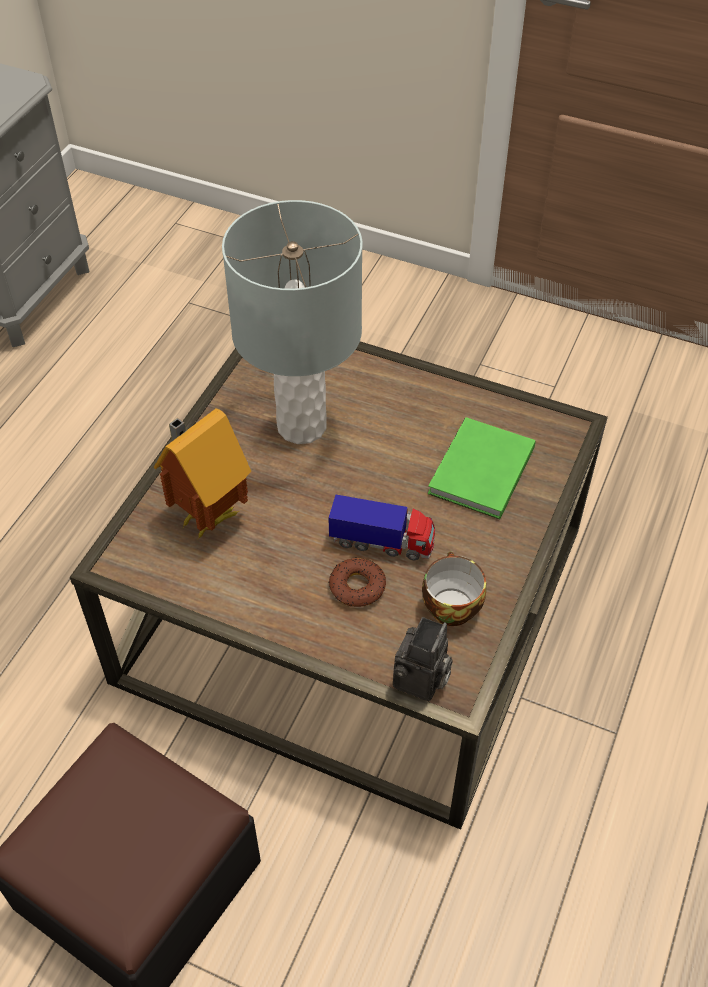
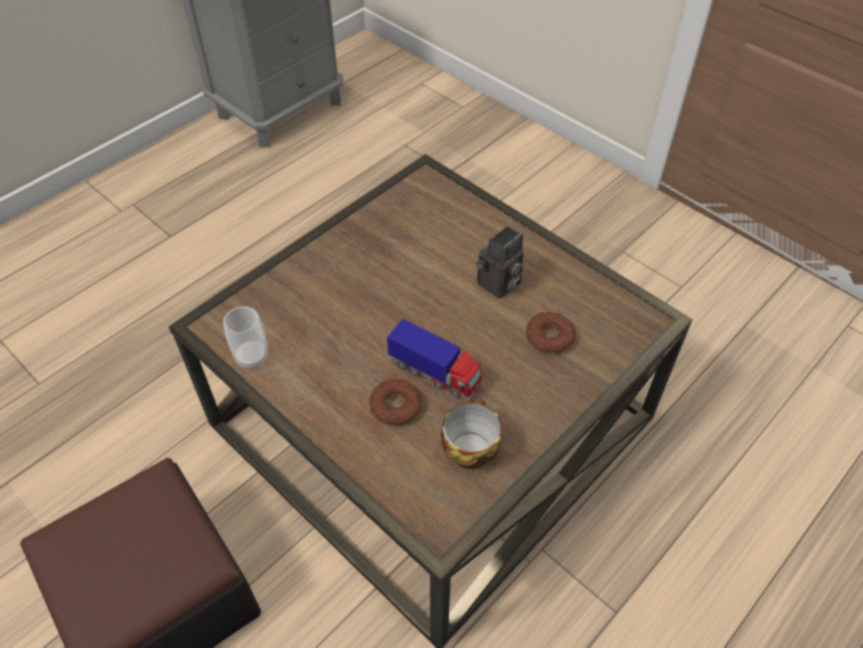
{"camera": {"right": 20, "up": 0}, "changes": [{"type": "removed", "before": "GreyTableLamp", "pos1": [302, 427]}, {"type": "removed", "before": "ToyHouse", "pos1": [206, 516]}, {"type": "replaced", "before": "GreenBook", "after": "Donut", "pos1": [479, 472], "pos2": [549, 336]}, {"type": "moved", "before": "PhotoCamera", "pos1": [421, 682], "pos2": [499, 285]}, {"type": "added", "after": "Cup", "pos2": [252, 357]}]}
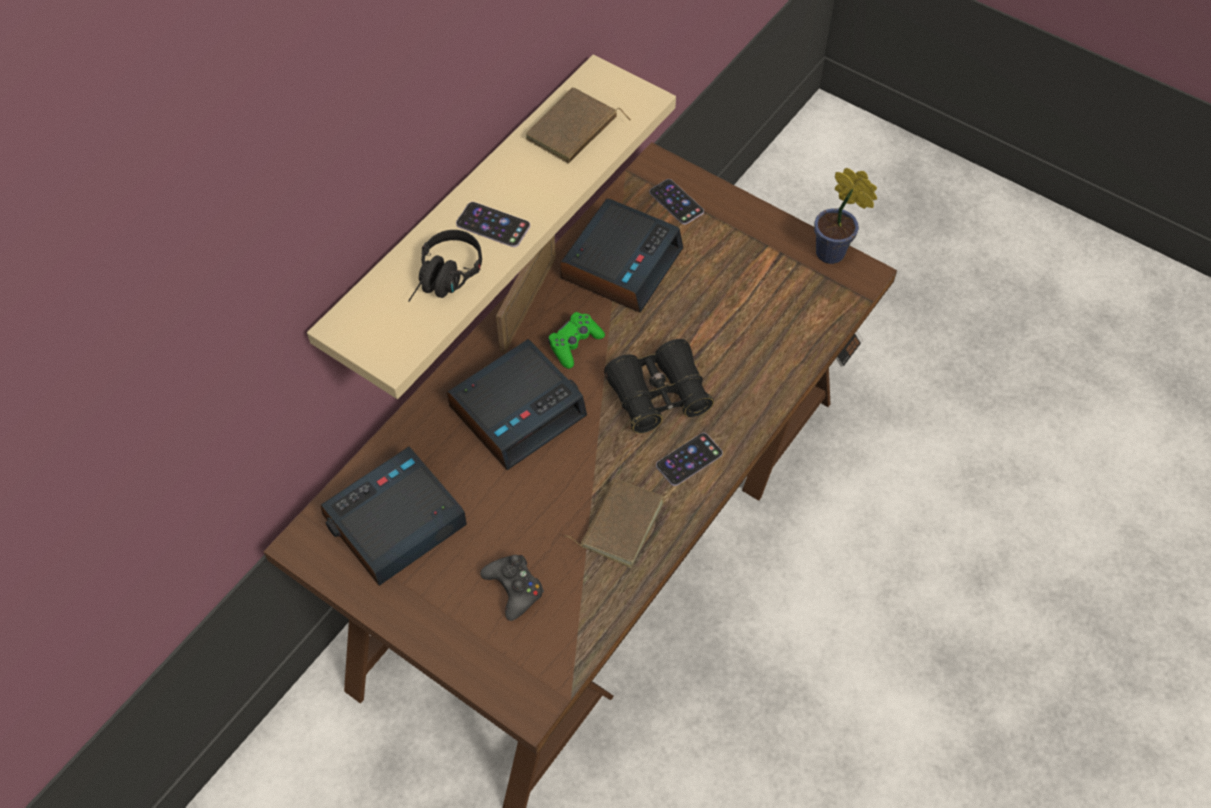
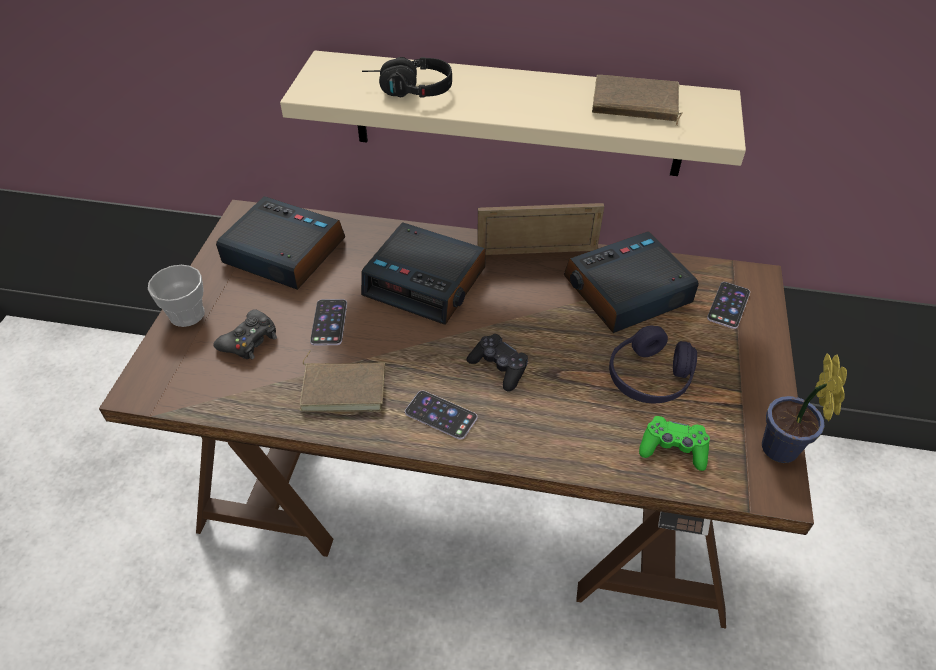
{"camera": {"right": 65, "up": -10}, "changes": [{"type": "turned", "before": "AlarmClock", "pos1": [621, 263], "pos2": [626, 292], "turn": 150}, {"type": "moved", "before": "Phone", "pos1": [493, 225], "pos2": [329, 322]}, {"type": "moved", "before": "GreenGameController", "pos1": [574, 344], "pos2": [673, 449]}, {"type": "replaced", "before": "BlackBinoculars", "after": "BlackGameController", "pos1": [658, 395], "pos2": [499, 367]}, {"type": "added", "after": "Cup", "pos2": [187, 314]}, {"type": "added", "after": "PurpleHeadphones", "pos2": [649, 377]}]}
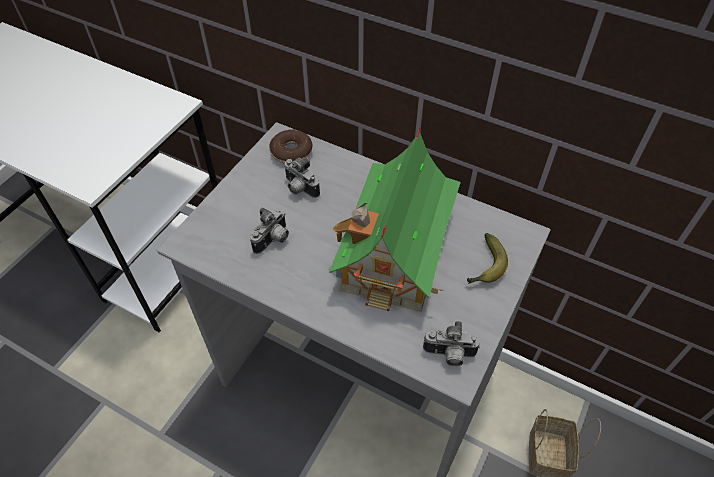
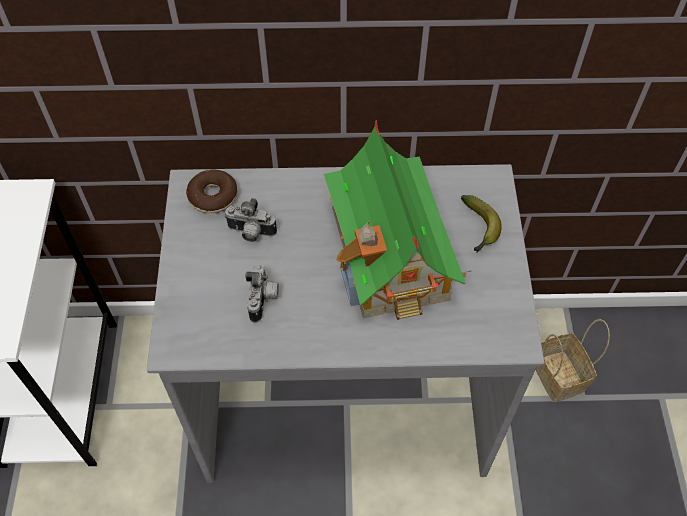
{"camera": {"right": -30, "up": 5}, "changes": [{"type": "removed", "before": "PhotoCamera", "pos1": [449, 355]}]}
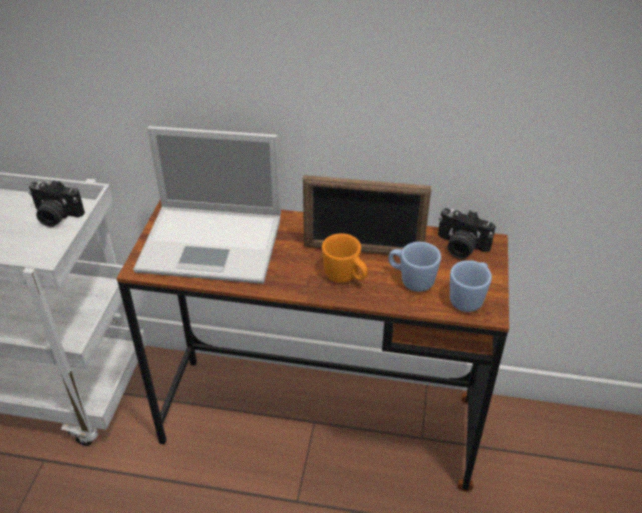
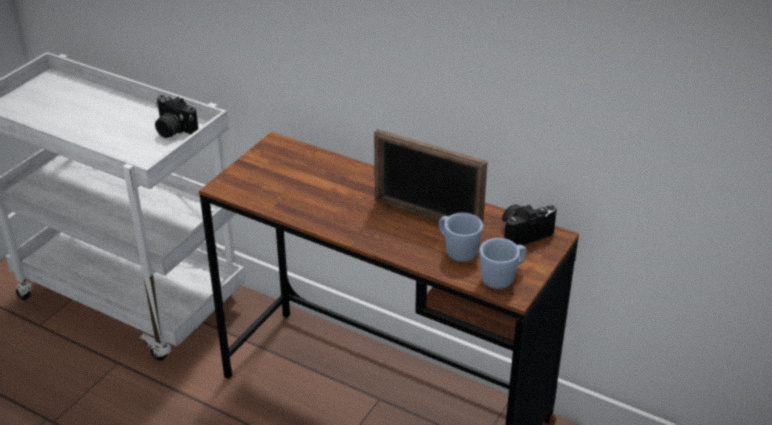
{"camera": {"right": 20, "up": -5}, "changes": [{"type": "removed", "before": "Laptop", "pos1": [214, 243]}, {"type": "turned", "before": "PhotoCamera", "pos1": [460, 247], "pos2": [523, 233], "turn": 105}, {"type": "removed", "before": "OrangeMug", "pos1": [345, 277]}]}
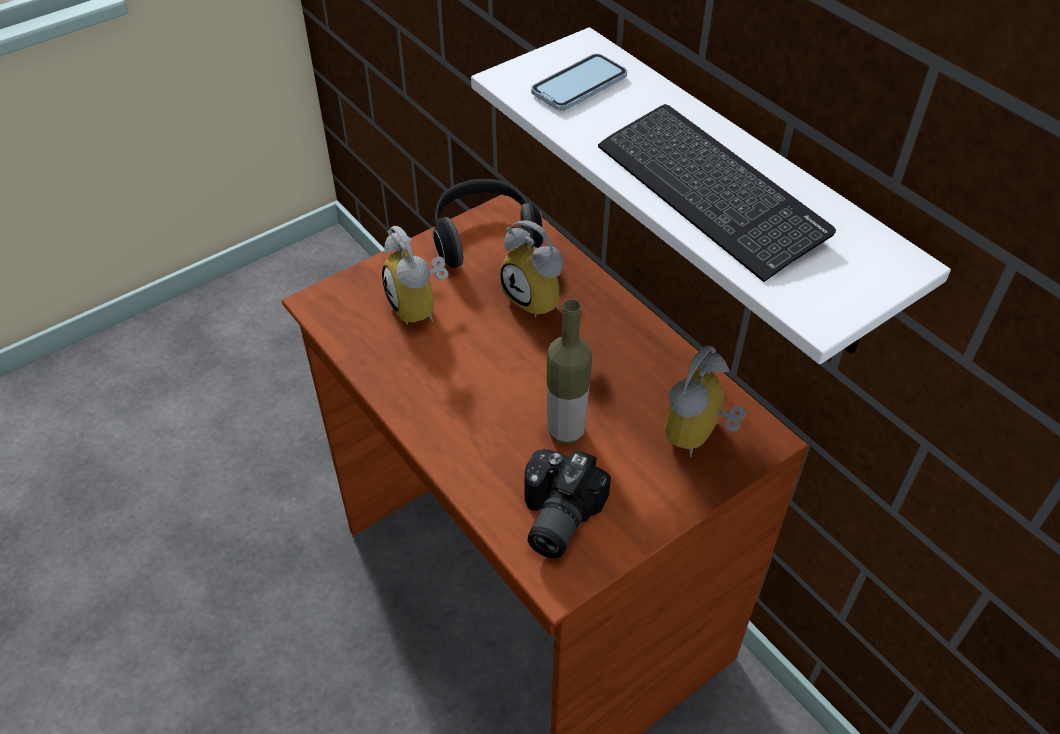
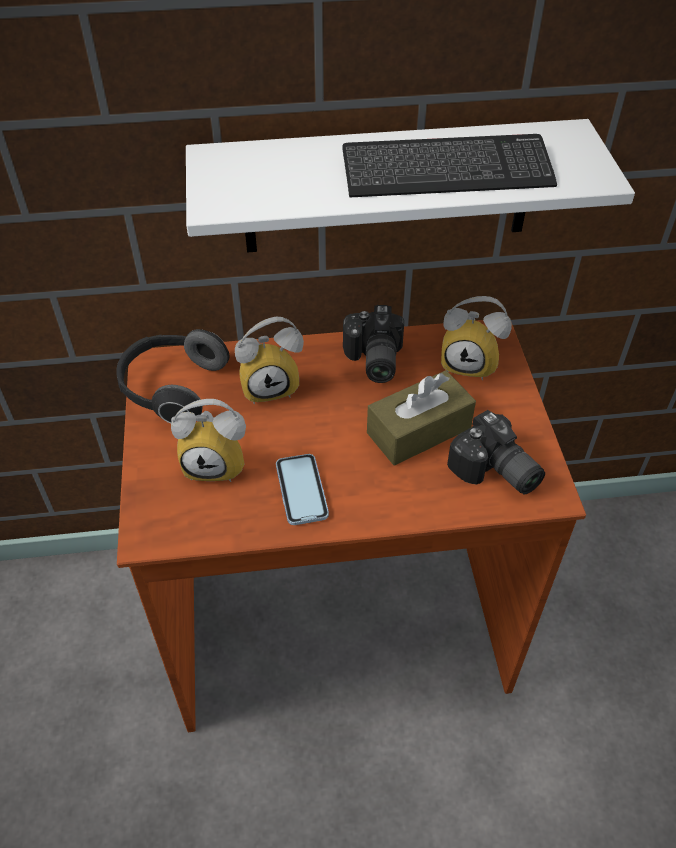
{"camera": {"right": -60, "up": 0}, "changes": [{"type": "moved", "before": "Phone", "pos1": [579, 85], "pos2": [301, 490]}, {"type": "replaced", "before": "Bottle", "after": "BrownTissueBox", "pos1": [566, 431], "pos2": [419, 430]}, {"type": "turned", "before": "AlarmClock", "pos1": [699, 437], "pos2": [471, 363], "turn": -45}, {"type": "added", "after": "PhotoCamera", "pos2": [372, 360]}]}
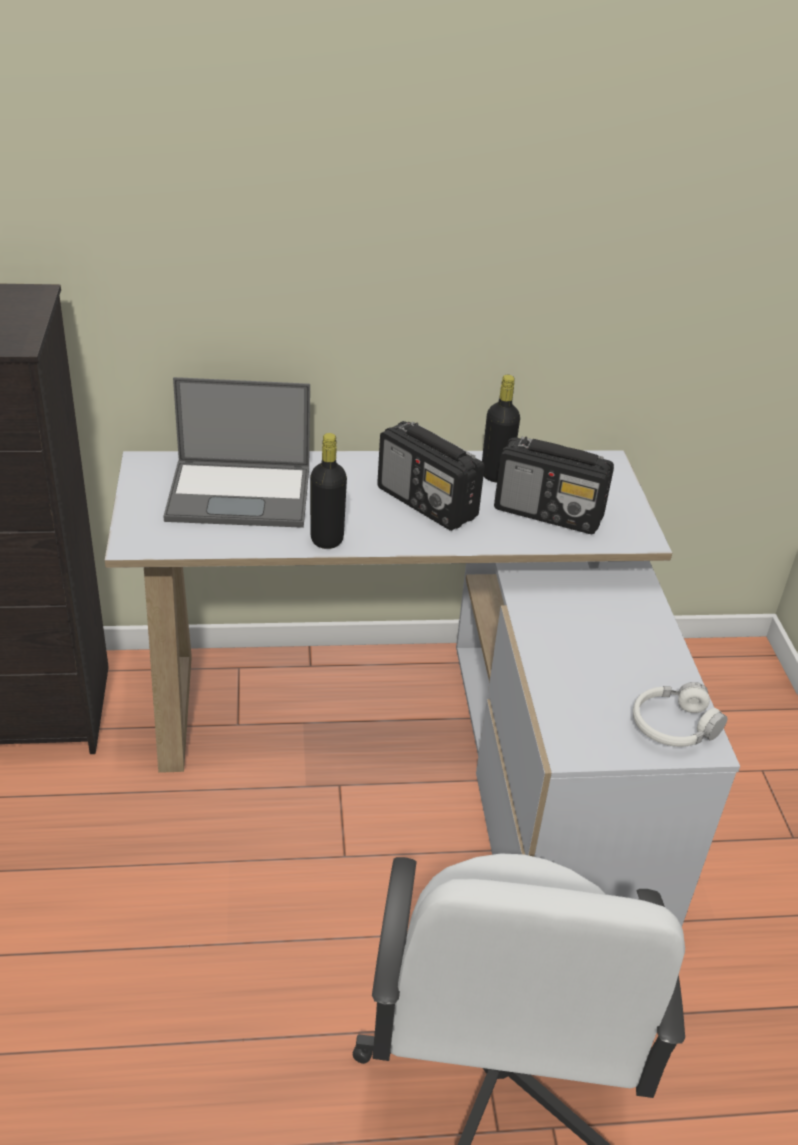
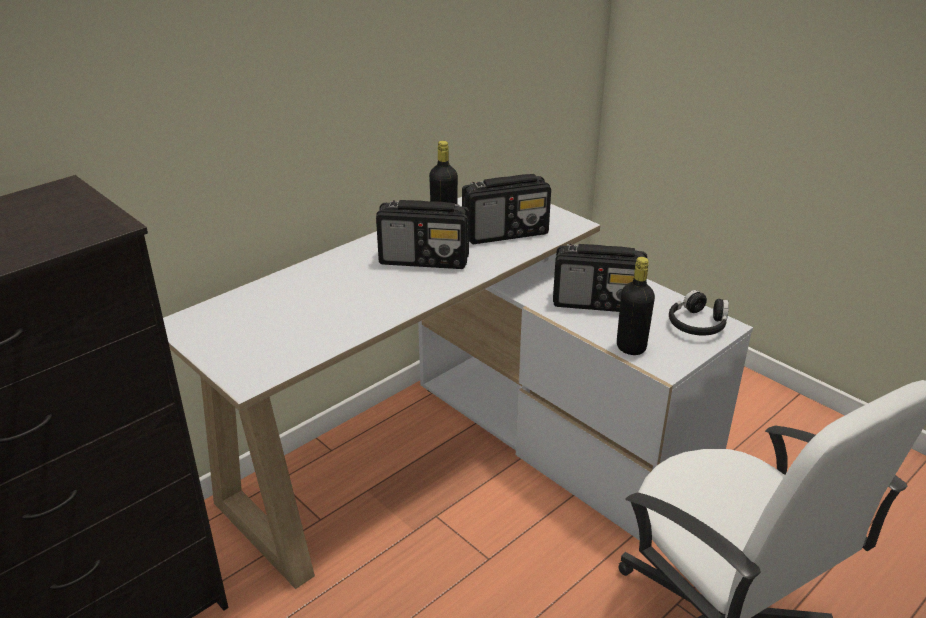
{"camera": {"right": -35, "up": -5}, "changes": [{"type": "removed", "before": "Laptop", "pos1": [241, 493]}, {"type": "moved", "before": "BlackBottle", "pos1": [327, 539], "pos2": [631, 347]}, {"type": "recoloured", "before": "WhiteHeadphones", "after": "BlackHeadphones", "pos1": [673, 726], "pos2": [697, 324]}, {"type": "added", "after": "Radio", "pos2": [598, 302]}]}
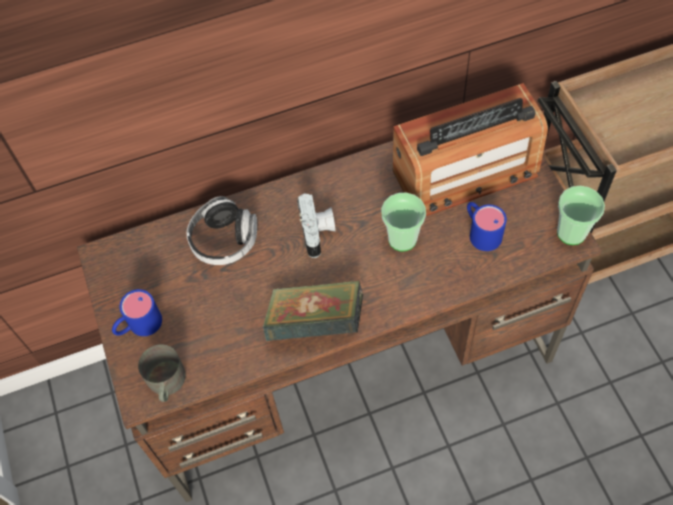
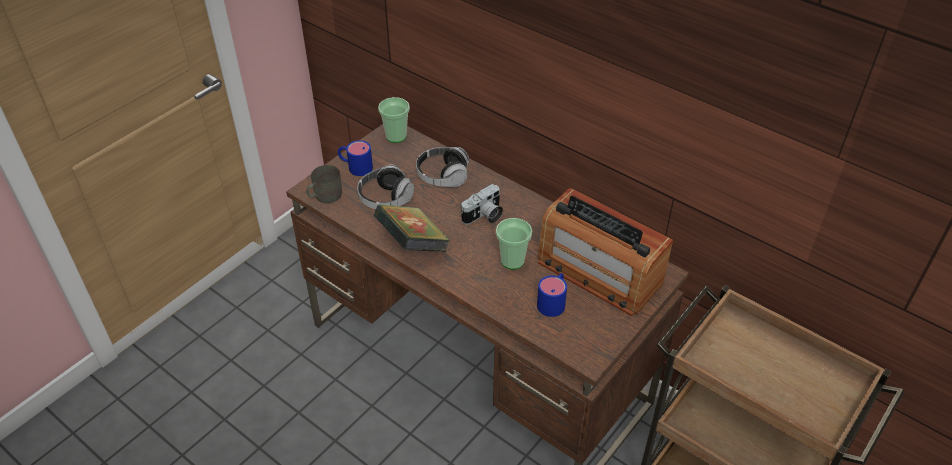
{"camera": {"right": 55, "up": -15}, "changes": [{"type": "moved", "before": "Cup", "pos1": [571, 232], "pos2": [396, 136]}, {"type": "added", "after": "Headphones", "pos2": [385, 199]}]}
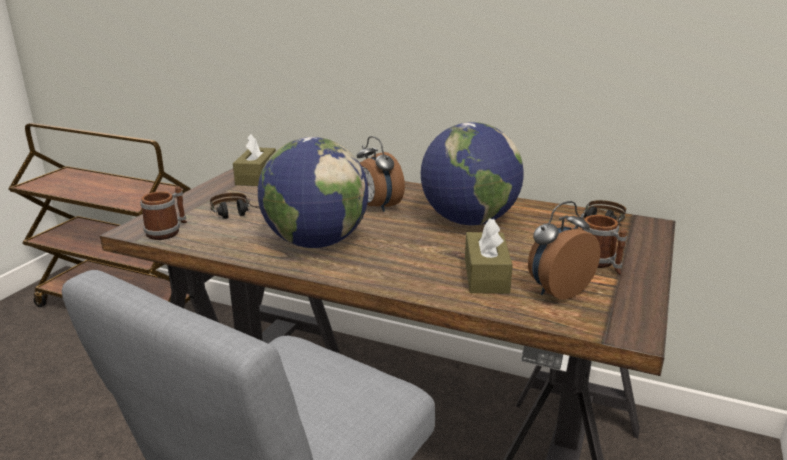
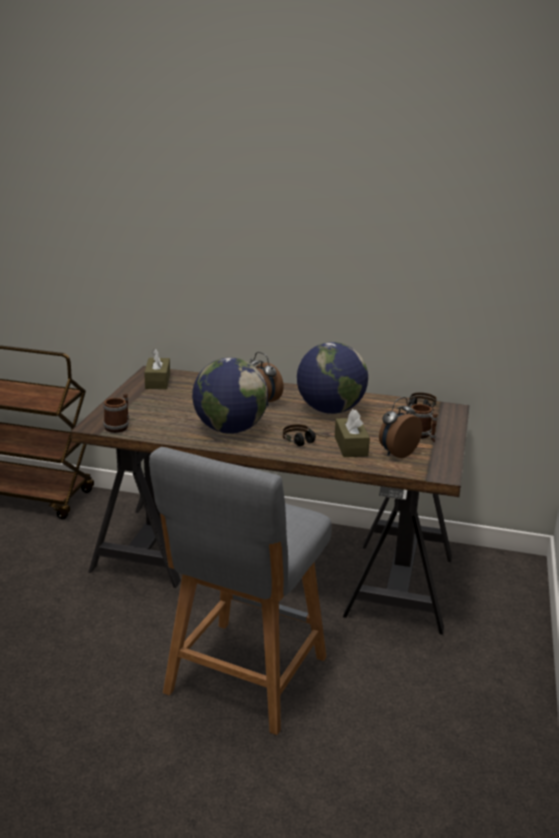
{"camera": {"right": -10, "up": 0}, "changes": [{"type": "moved", "before": "Headphones", "pos1": [236, 215], "pos2": [305, 443]}]}
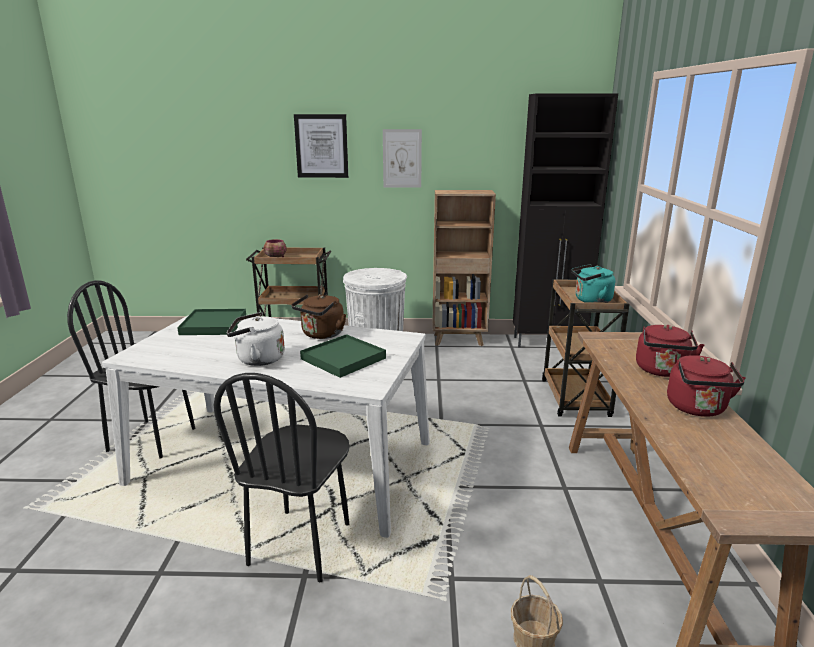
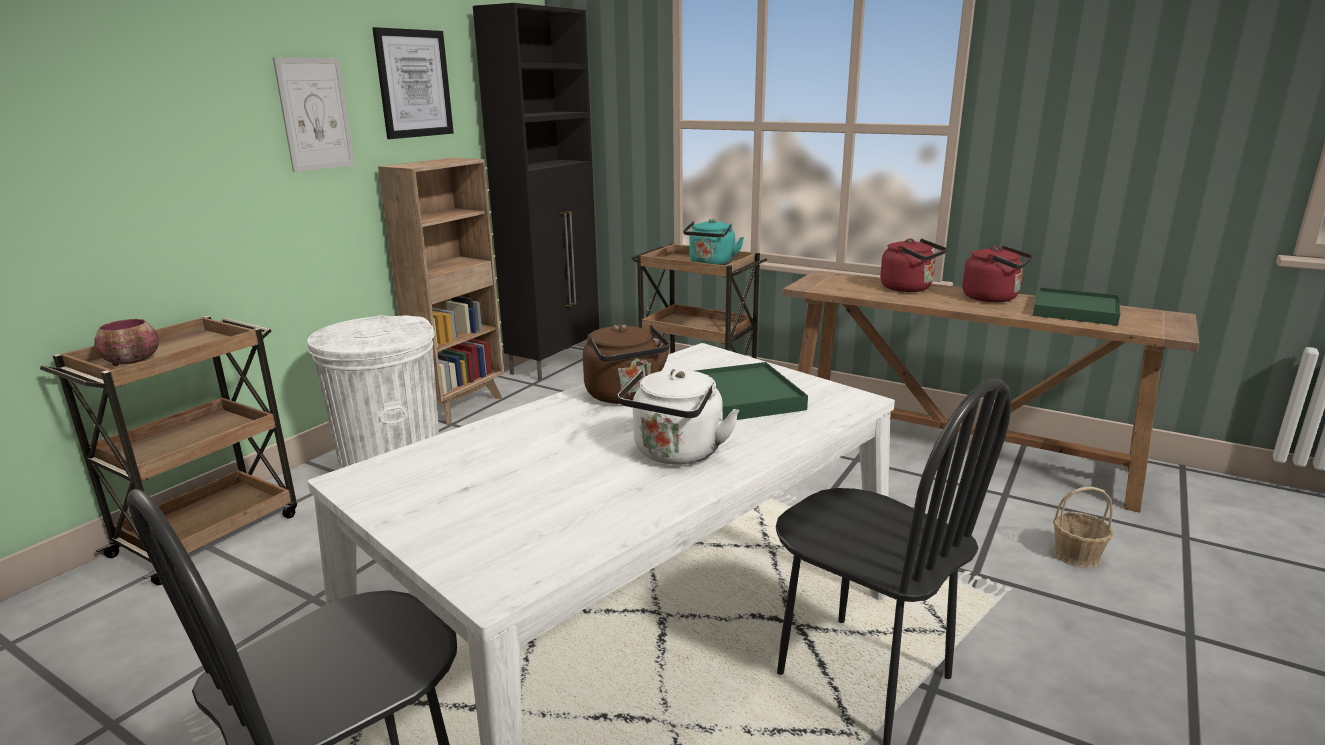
{"camera": {"right": -60, "up": 0}, "changes": [{"type": "moved", "before": "Picture", "pos1": [321, 146], "pos2": [414, 83]}, {"type": "moved", "before": "GreenTray", "pos1": [214, 325], "pos2": [1075, 311]}]}
